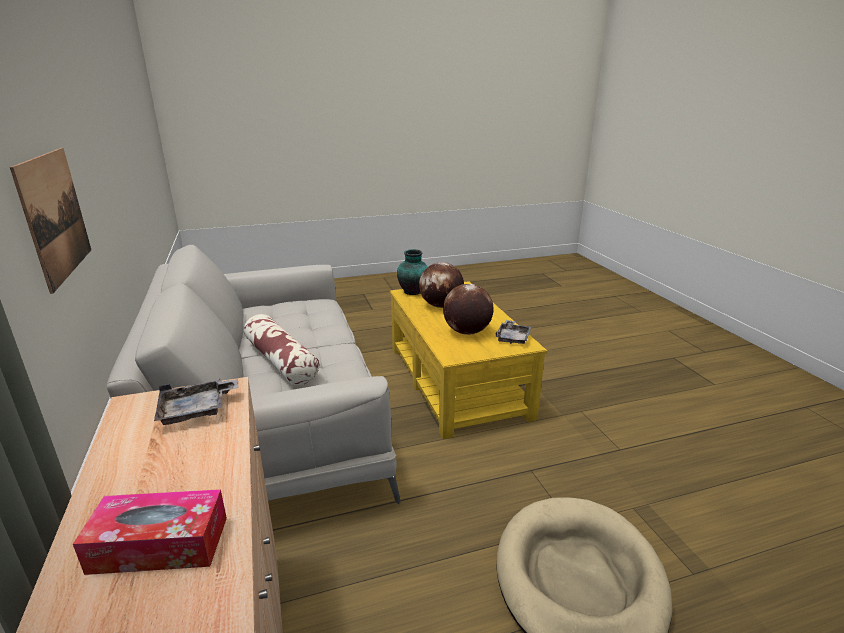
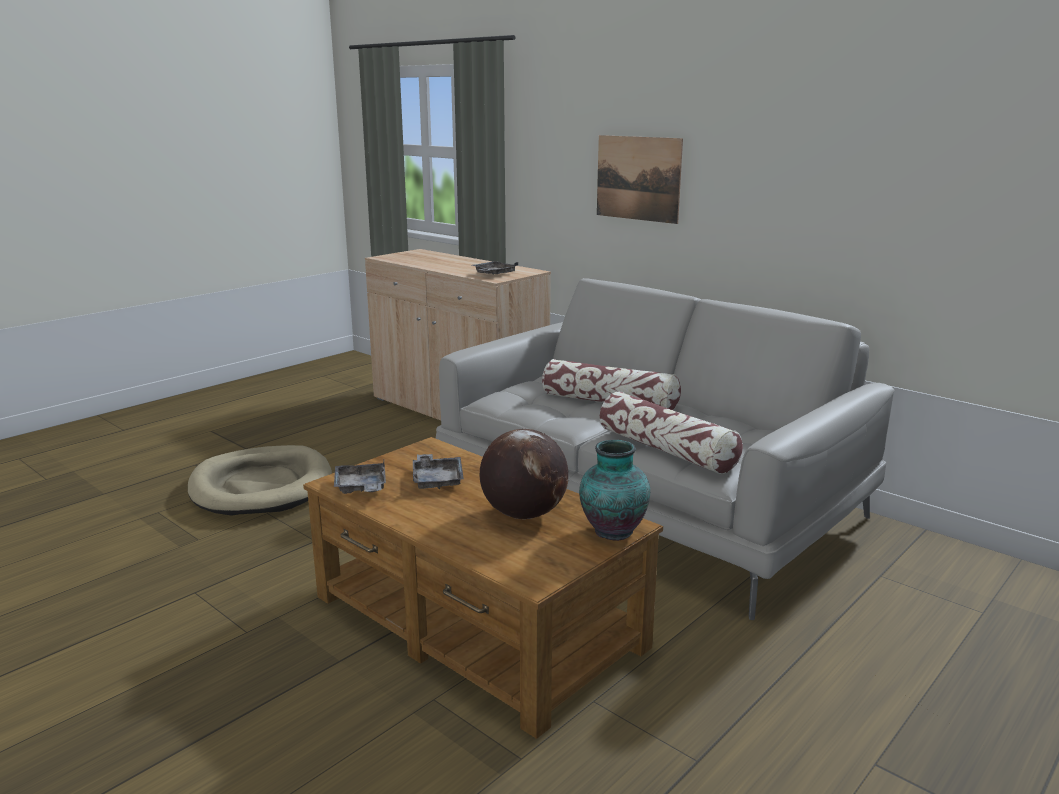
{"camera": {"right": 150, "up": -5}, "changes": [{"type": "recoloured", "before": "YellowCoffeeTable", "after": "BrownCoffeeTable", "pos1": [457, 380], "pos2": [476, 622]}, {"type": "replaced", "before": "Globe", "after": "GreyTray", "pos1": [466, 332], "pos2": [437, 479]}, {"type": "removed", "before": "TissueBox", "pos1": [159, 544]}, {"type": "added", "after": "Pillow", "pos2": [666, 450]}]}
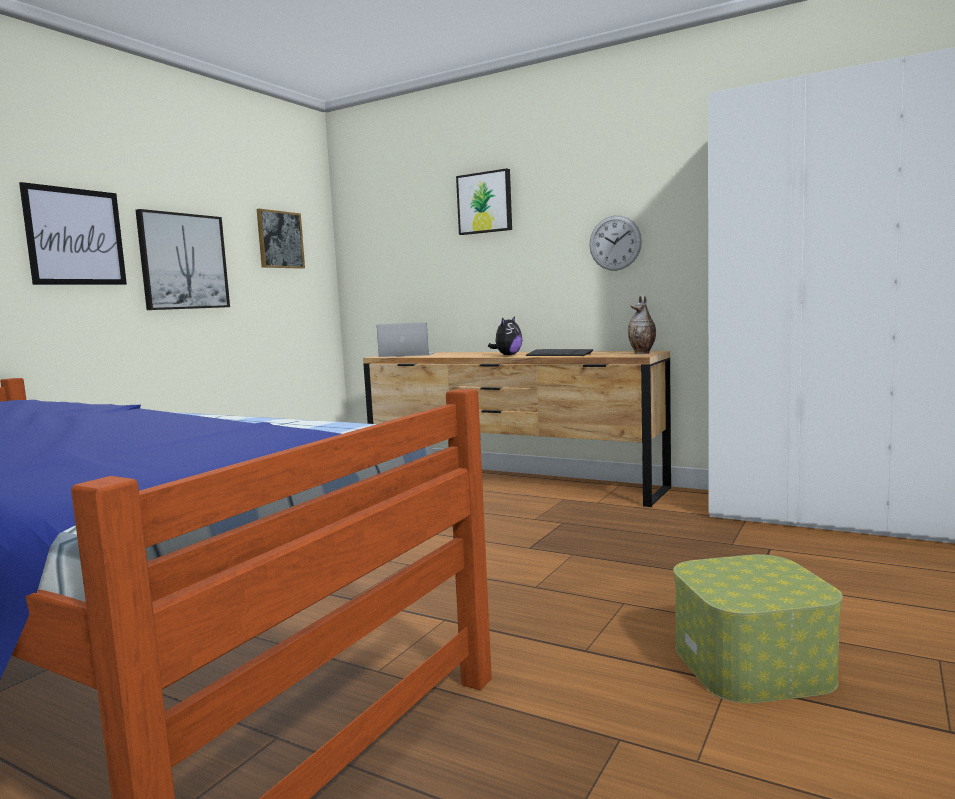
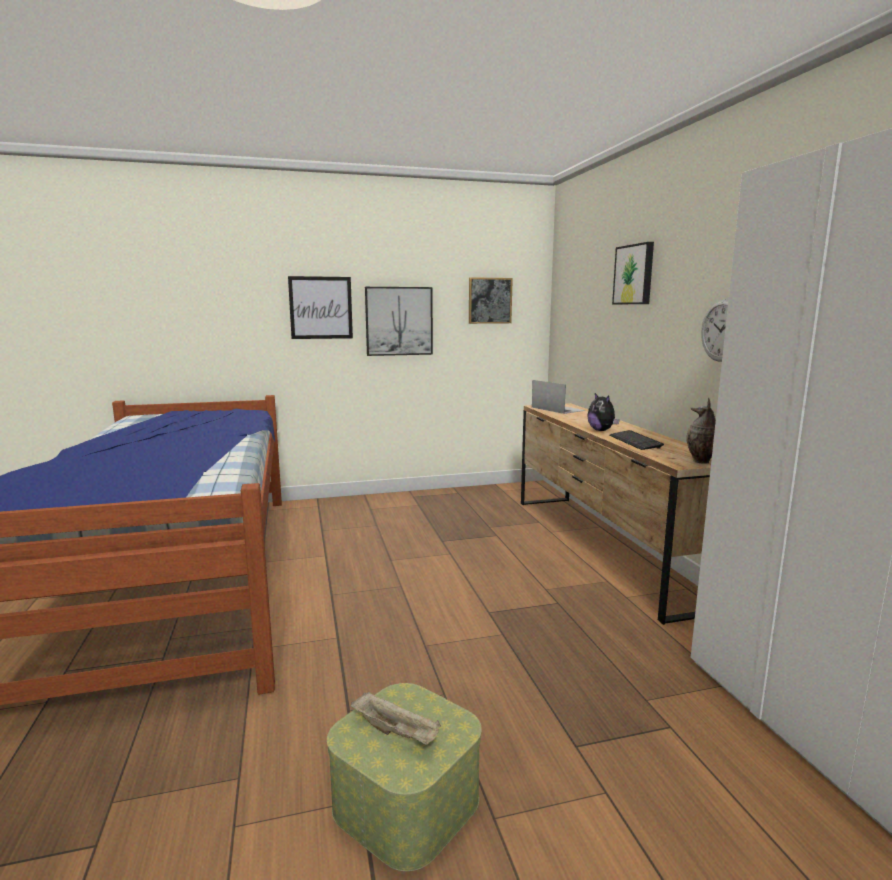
{"camera": {"right": 45, "up": 5}, "changes": [{"type": "turned", "before": "PlushToy", "pos1": [507, 355], "pos2": [601, 430], "turn": 75}, {"type": "added", "after": "BeigeTray", "pos2": [396, 732]}]}
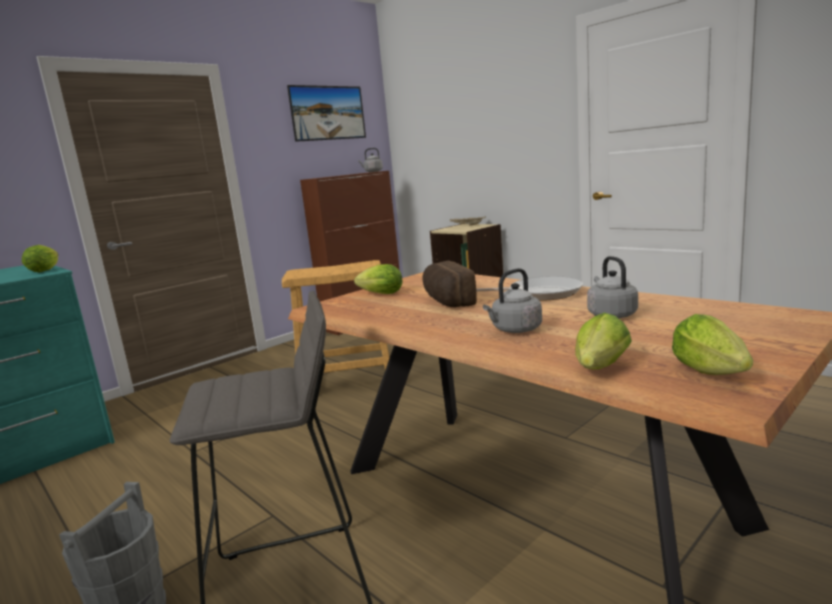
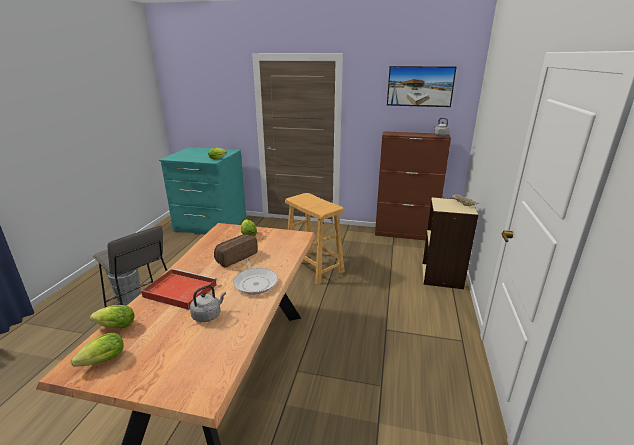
{"camera": {"right": 55, "up": 10}, "changes": [{"type": "replaced", "before": "GreyKettle", "after": "RedTray", "pos1": [515, 330], "pos2": [179, 290]}]}
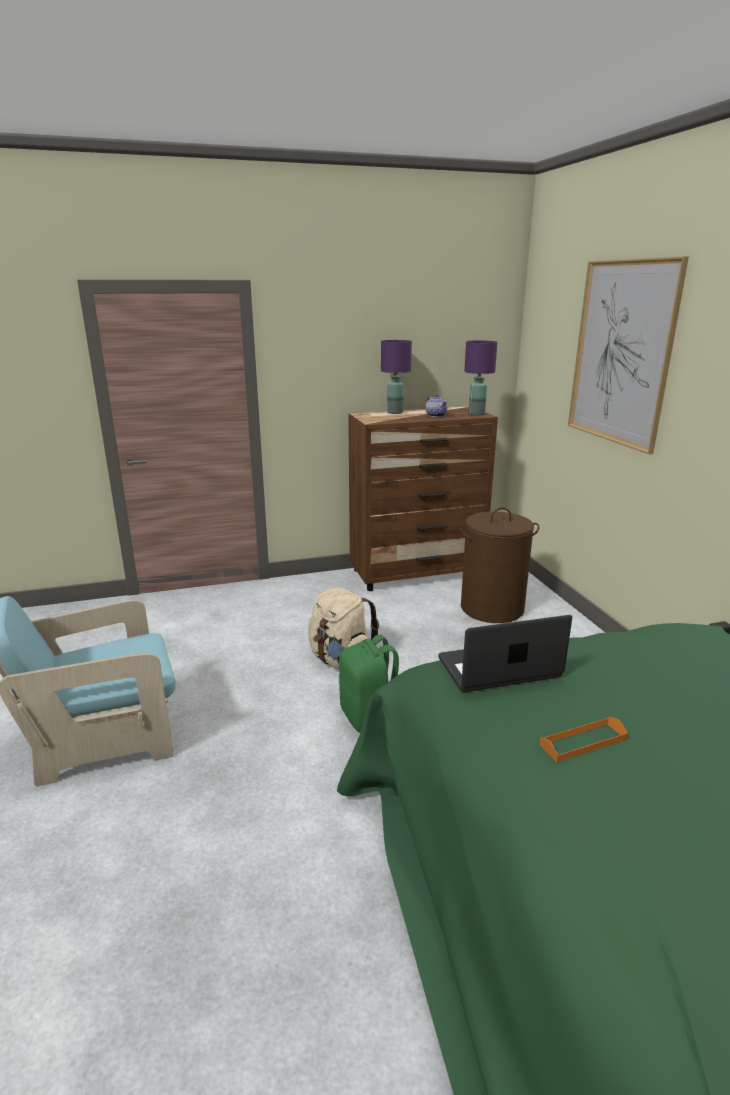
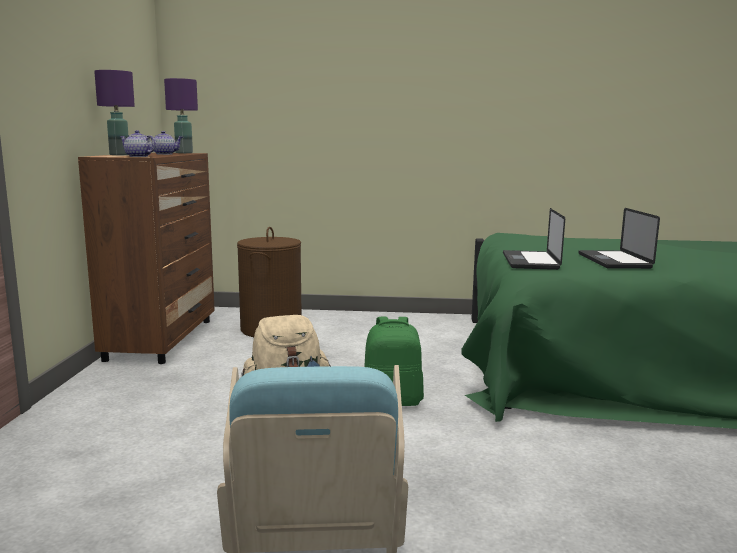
{"camera": {"right": -70, "up": -10}, "changes": [{"type": "removed", "before": "Picture", "pos1": [621, 353]}, {"type": "replaced", "before": "OrangeTray", "after": "Laptop", "pos1": [583, 742], "pos2": [614, 261]}, {"type": "added", "after": "Teapot", "pos2": [138, 156]}]}
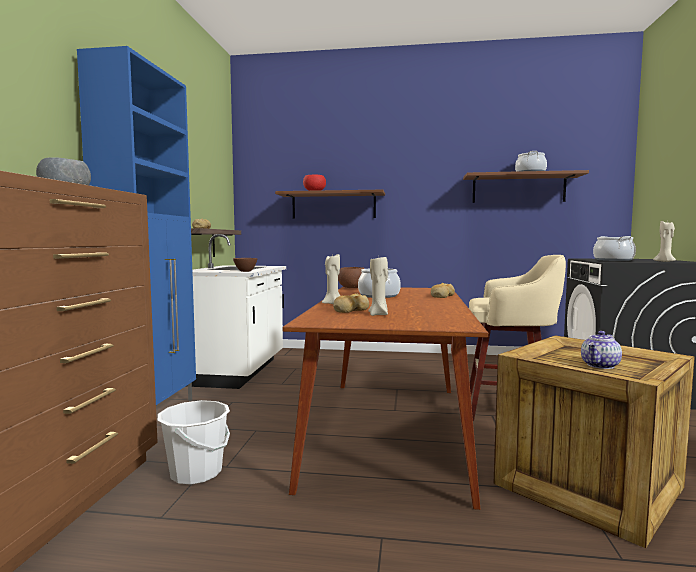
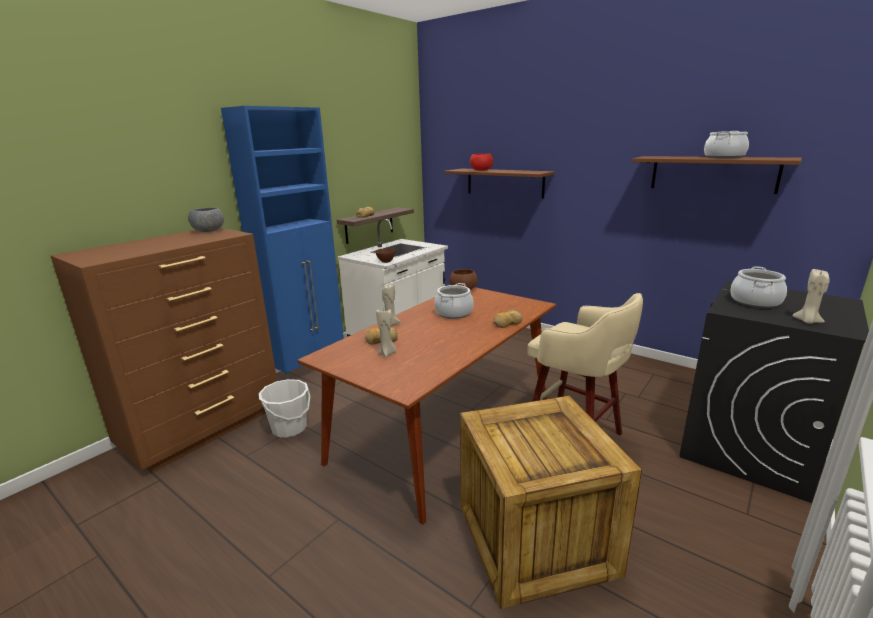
{"camera": {"right": 30, "up": 15}, "changes": [{"type": "removed", "before": "Teapot", "pos1": [600, 365]}]}
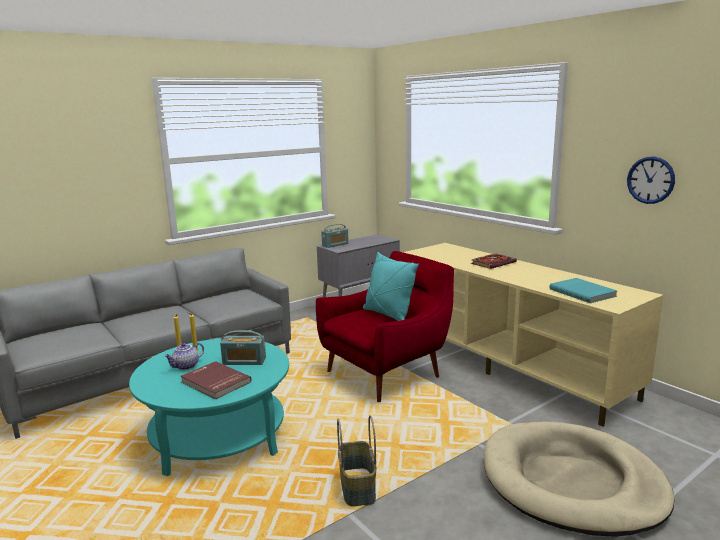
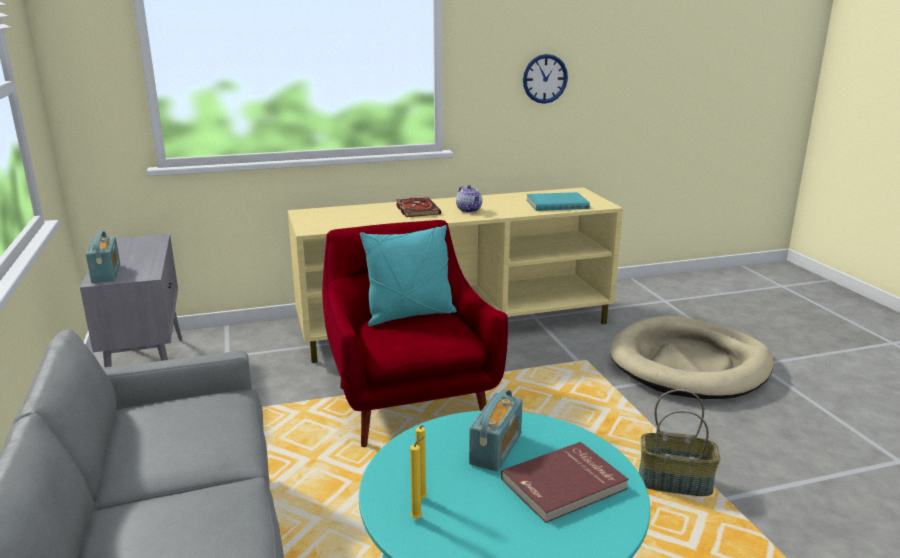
{"camera": {"right": -70, "up": 5}, "changes": [{"type": "moved", "before": "Teapot", "pos1": [186, 366], "pos2": [469, 210]}]}
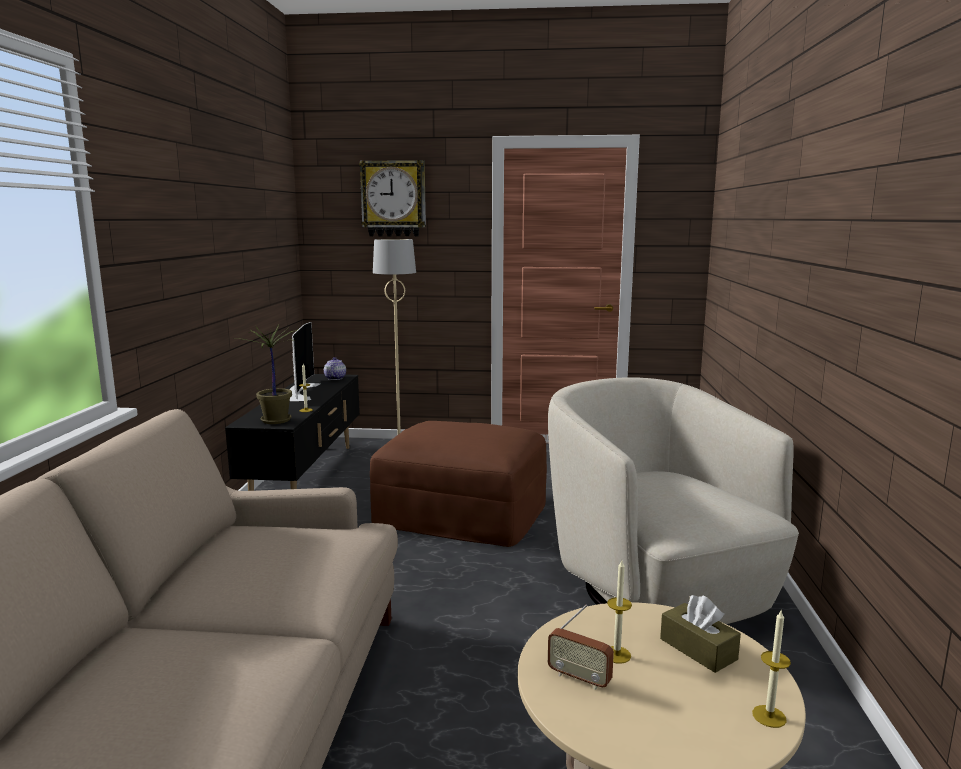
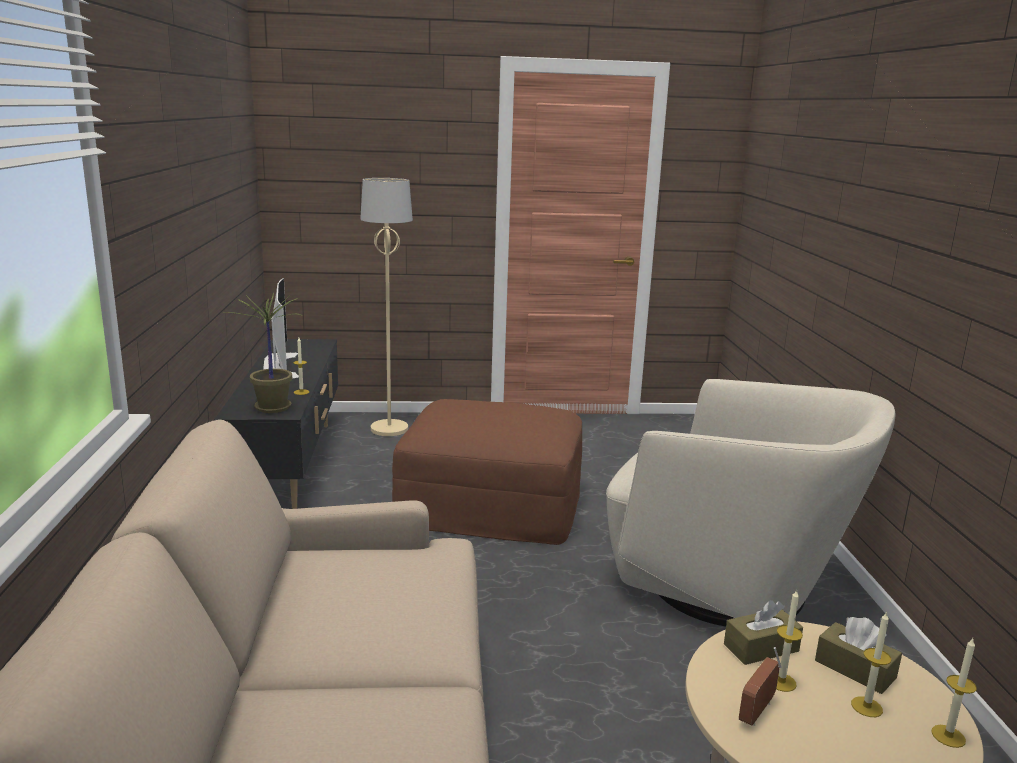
{"camera": {"right": -10, "up": 5}, "changes": [{"type": "removed", "before": "WallClock", "pos1": [393, 199]}, {"type": "removed", "before": "Teapot", "pos1": [335, 378]}, {"type": "turned", "before": "BeigeArmchair", "pos1": [656, 589], "pos2": [729, 586], "turn": 150}, {"type": "turned", "before": "Radio", "pos1": [579, 678], "pos2": [757, 712], "turn": 105}, {"type": "added", "after": "BrownTissueBox", "pos2": [761, 648]}, {"type": "added", "after": "Candle", "pos2": [866, 707]}]}
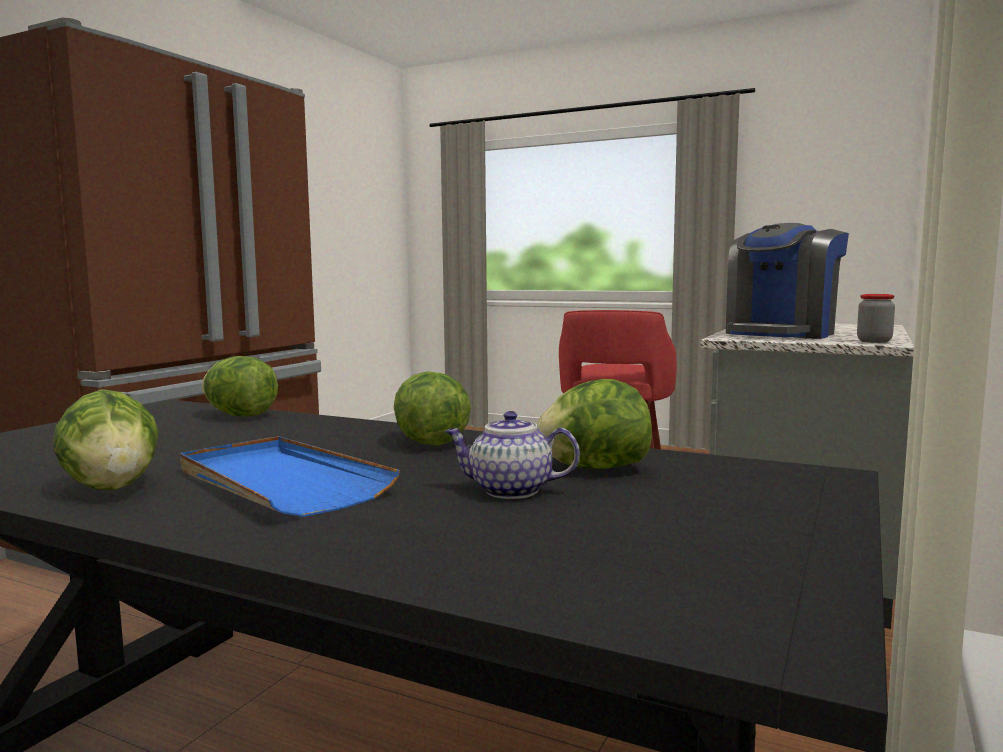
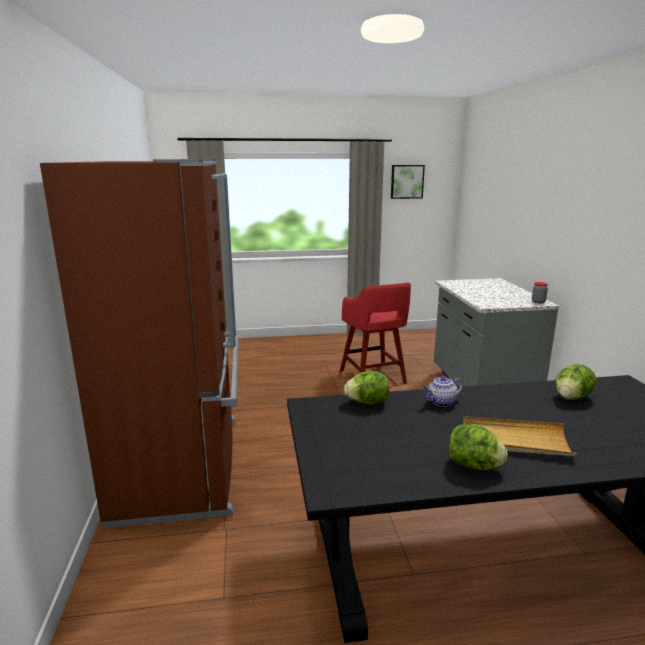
{"camera": {"right": -35, "up": 10}, "changes": [{"type": "removed", "before": "CoffeeMachine", "pos1": [781, 334]}, {"type": "removed", "before": "Lettuce", "pos1": [430, 442]}, {"type": "moved", "before": "Teapot", "pos1": [509, 491], "pos2": [441, 402]}, {"type": "recoloured", "before": "BlueTray", "after": "BeigeTray", "pos1": [280, 482], "pos2": [514, 440]}, {"type": "added", "after": "Picture", "pos2": [406, 181]}]}
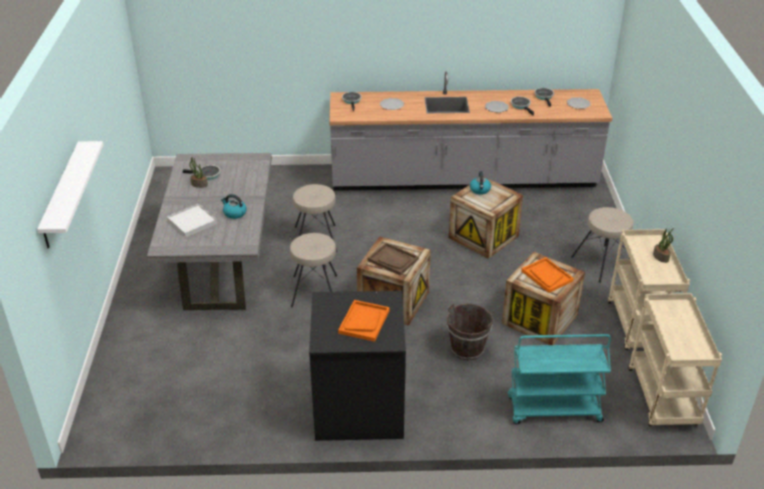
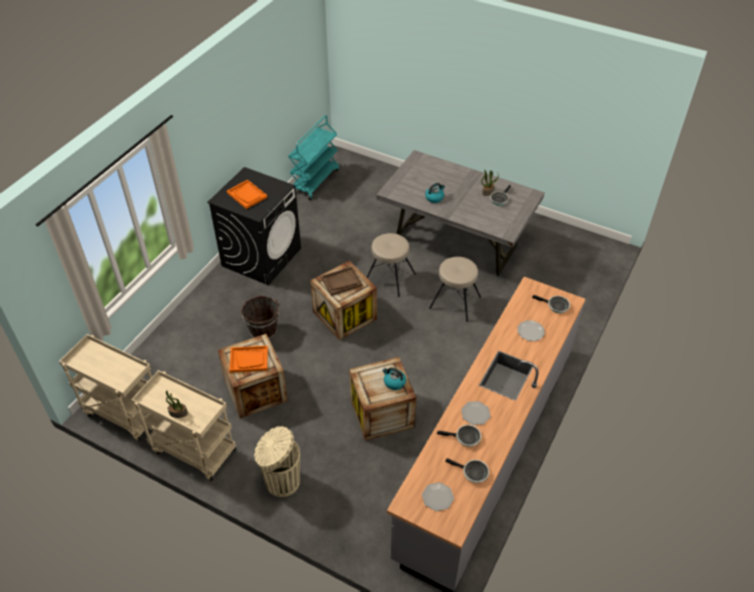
{"camera": {"right": 120, "up": 10}, "changes": [{"type": "removed", "before": "WhiteShelf", "pos1": [62, 195]}, {"type": "removed", "before": "WhiteTray", "pos1": [192, 222]}, {"type": "replaced", "before": "BeigeStool", "after": "BeigeTrashCan", "pos1": [602, 263], "pos2": [281, 481]}, {"type": "moved", "before": "TurquoiseCart", "pos1": [553, 410], "pos2": [315, 180]}]}
